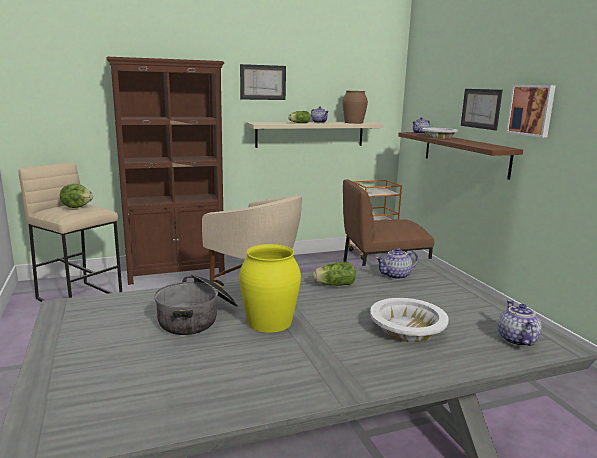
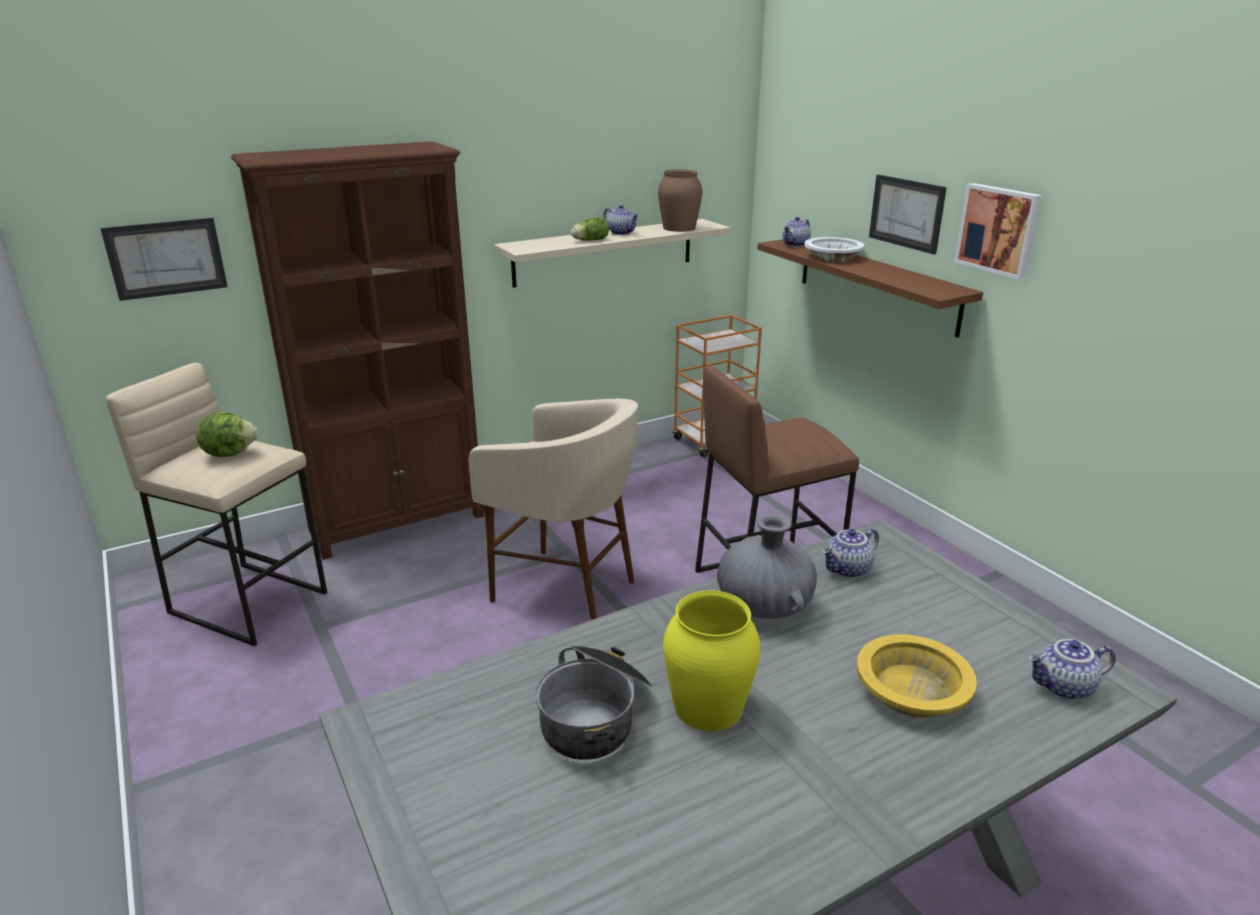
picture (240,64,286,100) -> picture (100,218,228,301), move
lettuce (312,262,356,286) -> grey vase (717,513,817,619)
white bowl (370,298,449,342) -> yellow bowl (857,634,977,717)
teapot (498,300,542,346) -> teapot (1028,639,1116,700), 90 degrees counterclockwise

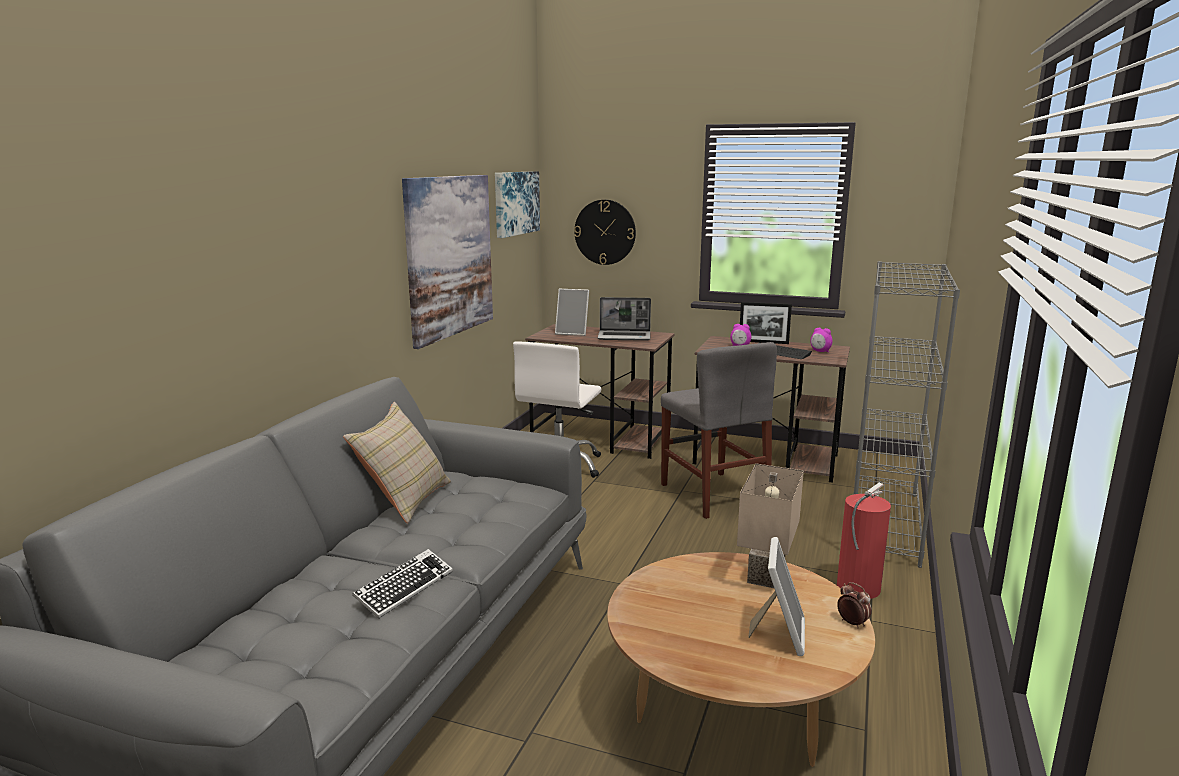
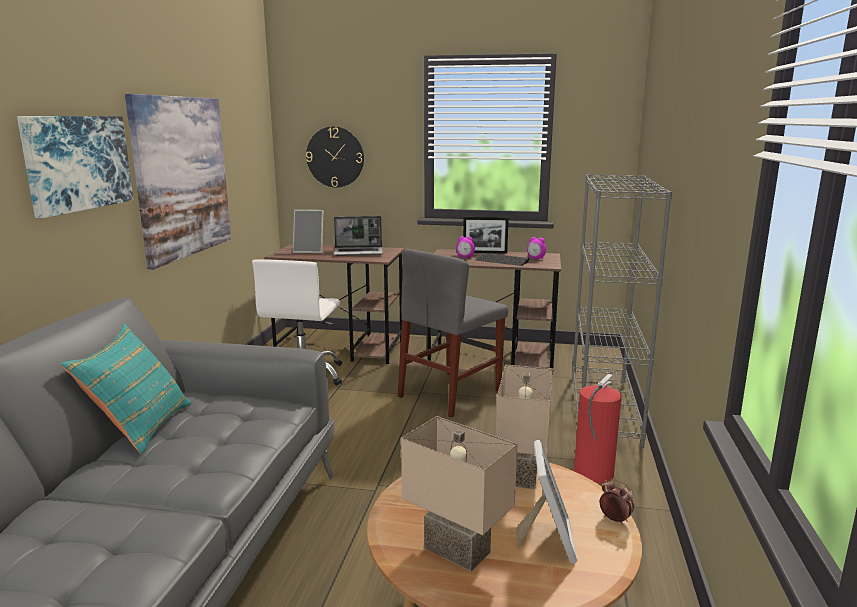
keyboard (352,549,453,618) -> none
none -> beige table lamp (401,416,518,571)
picture (495,171,540,238) -> picture (17,116,134,218), move
beige pillow (343,402,451,524) -> turquoise pillow (60,323,191,454)
grey chair (661,342,777,519) -> grey chair (398,249,508,418), 75 degrees clockwise

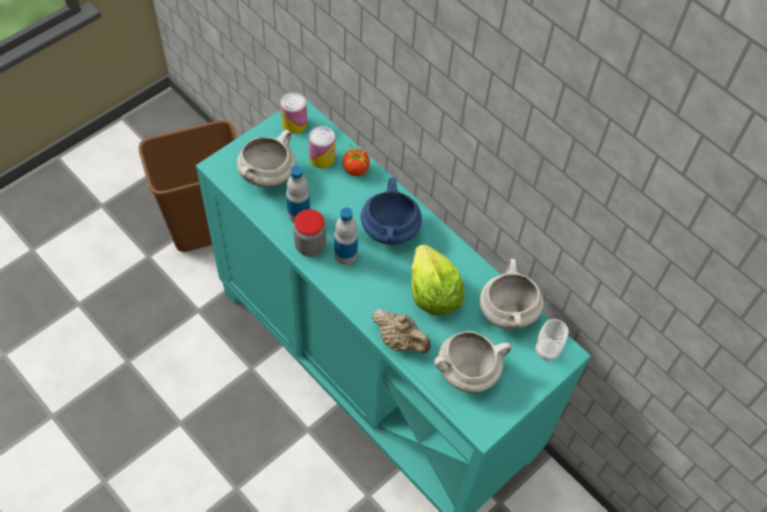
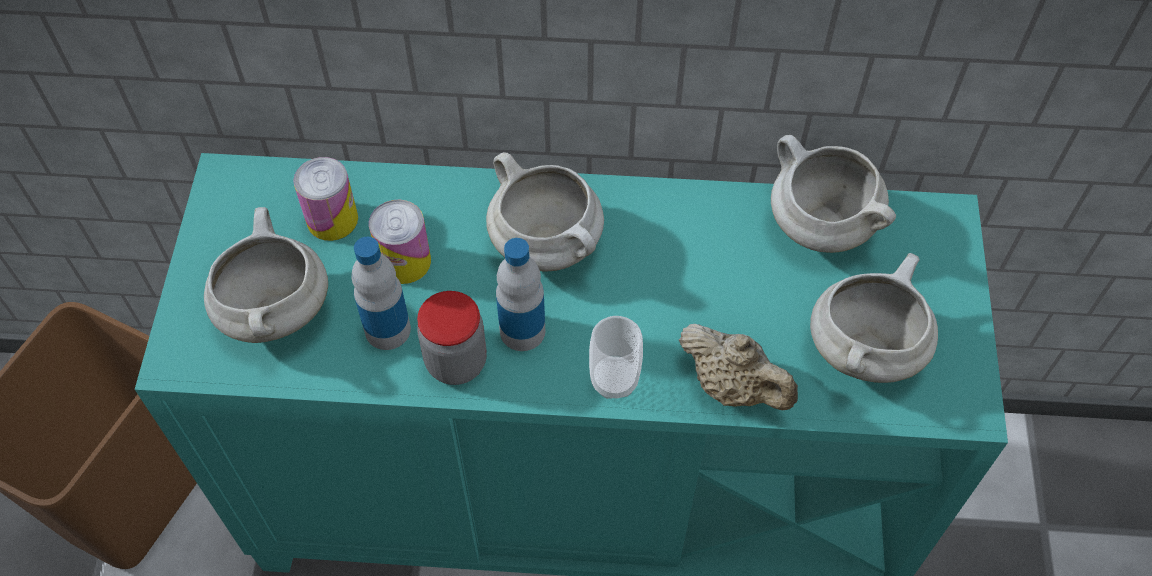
tomato (342,143,370,176) -> none
lettuce (411,244,465,315) -> none
can (280,92,307,134) -> can (369,200,431,284), move
cup (535,319,569,361) -> cup (589,316,643,399), move
blue cooking pot (361,177,422,245) -> white cooking pot (486,152,604,271)
beige teapot (372,309,431,353) -> beige teapot (679,324,798,410), 45 degrees clockwise

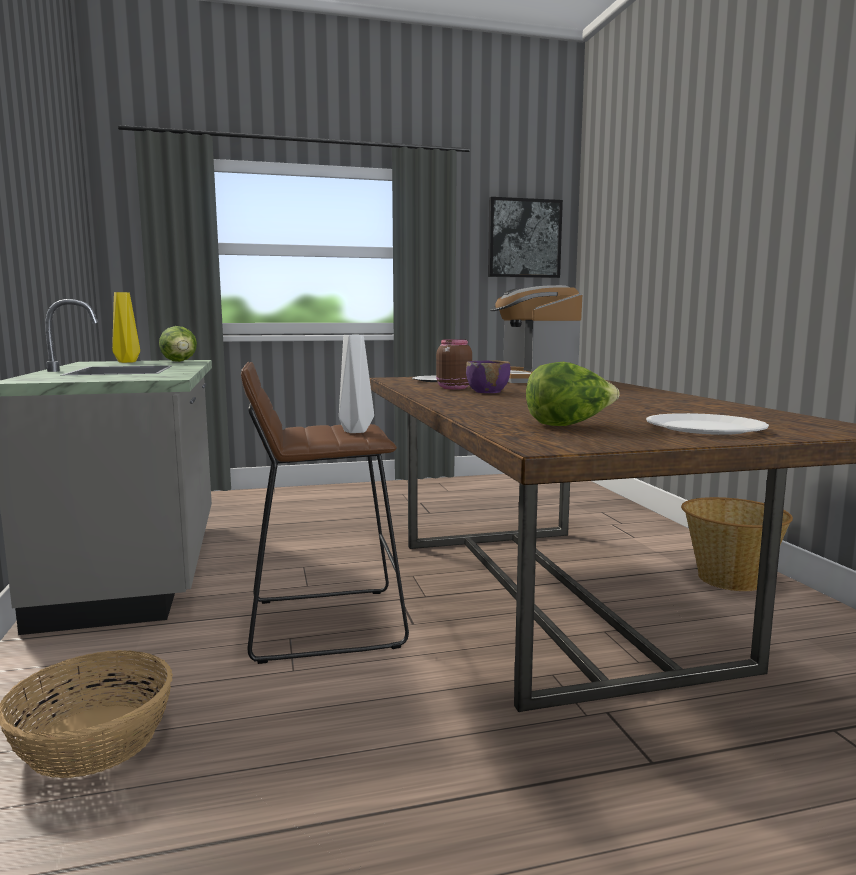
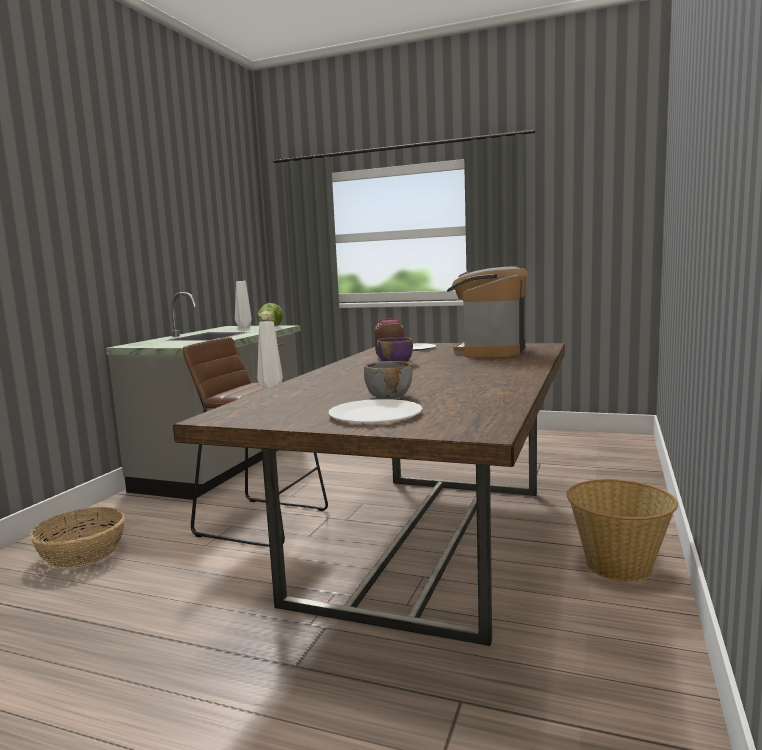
picture (488,197,563,278) -> none
lettuce (526,362,619,426) -> none
none -> grey bowl (364,361,412,399)
yellow vase (112,292,140,363) -> white vase (235,281,252,328)

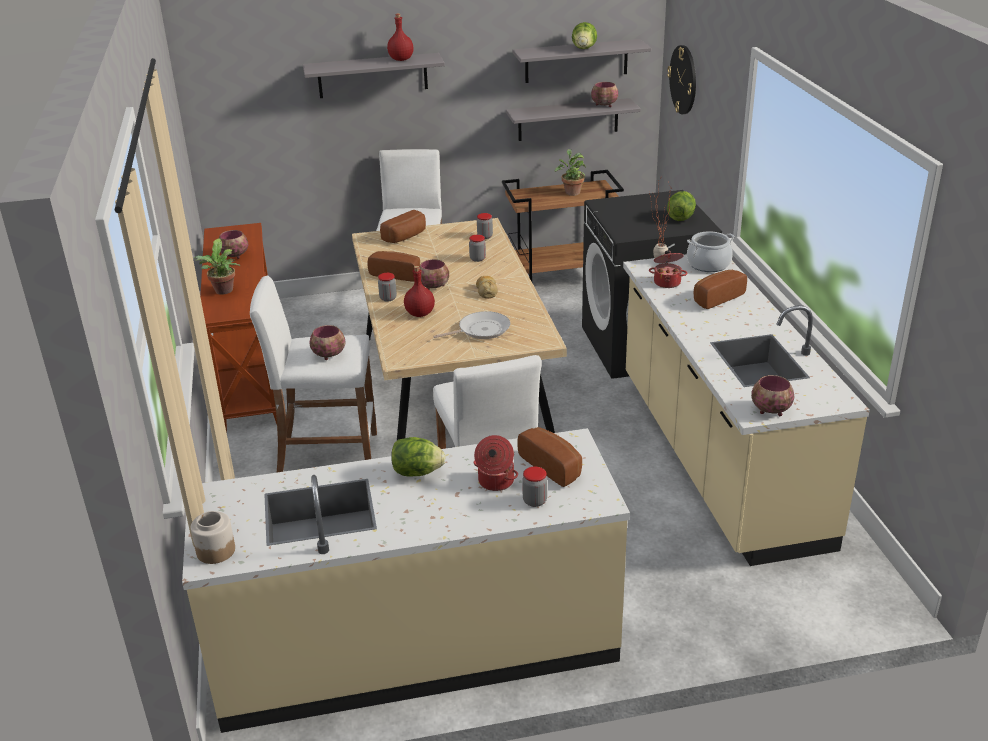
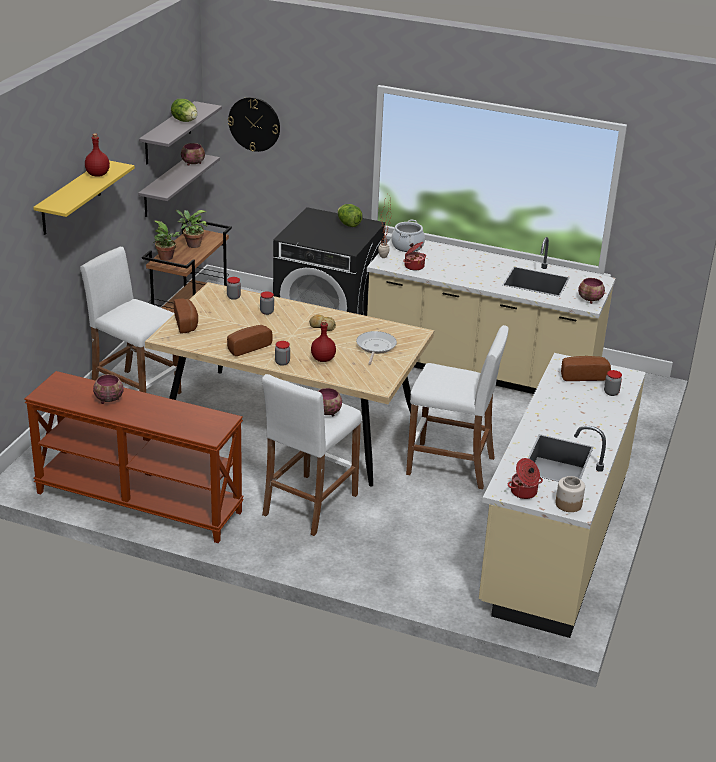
lettuce (391,437,445,477) -> none
bowl (419,259,449,290) -> none
bread (694,270,747,309) -> none
potted plant (194,238,241,295) -> potted plant (154,220,181,261), move
cooking pot (474,435,518,491) -> cooking pot (508,458,543,499), move
grey shelf (303,53,445,98) -> yellow shelf (33,161,135,235)

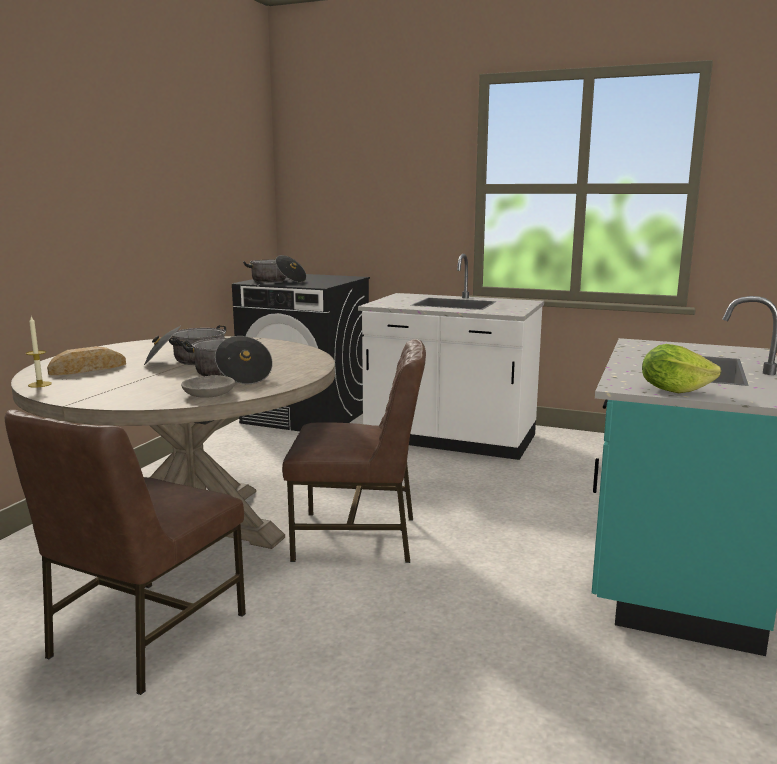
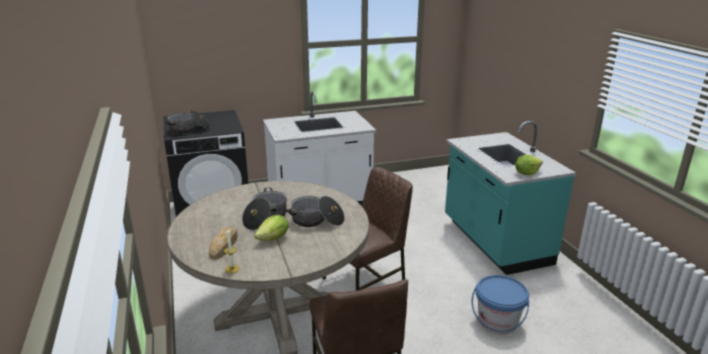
grey bowl (181,375,235,398) -> none
none -> lettuce (254,215,289,241)
none -> blue bucket (472,275,530,334)

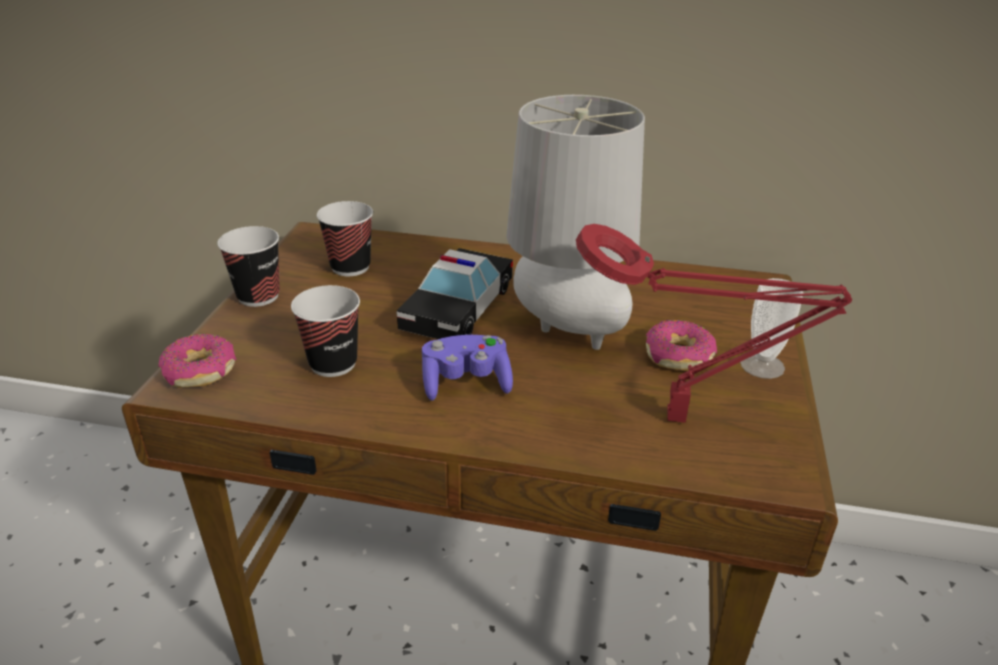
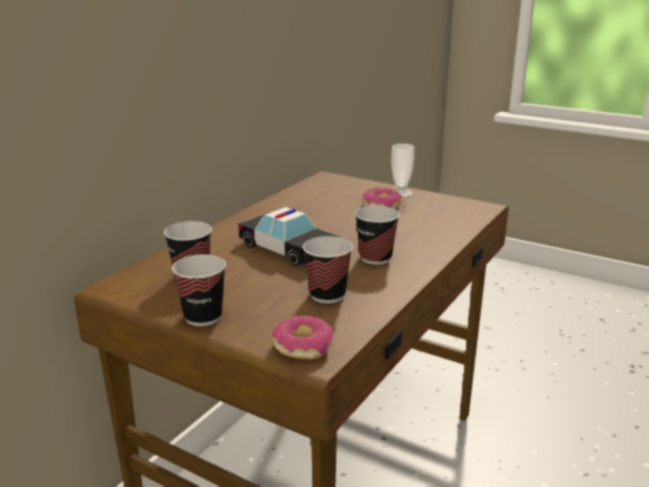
grey table lamp (507,95,645,350) -> none
red table lamp (576,224,852,423) -> none
purple game controller (422,335,513,401) -> cup (355,206,400,265)

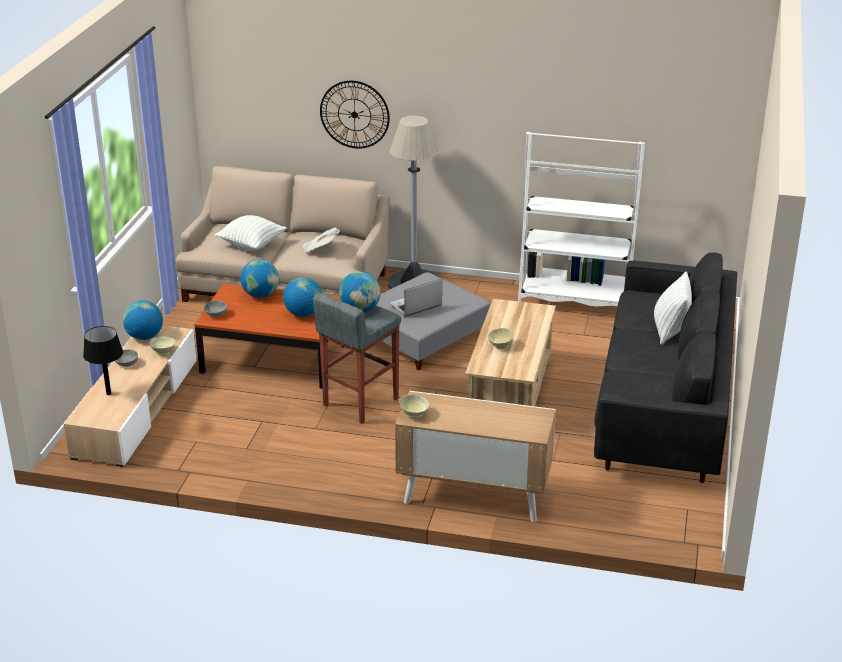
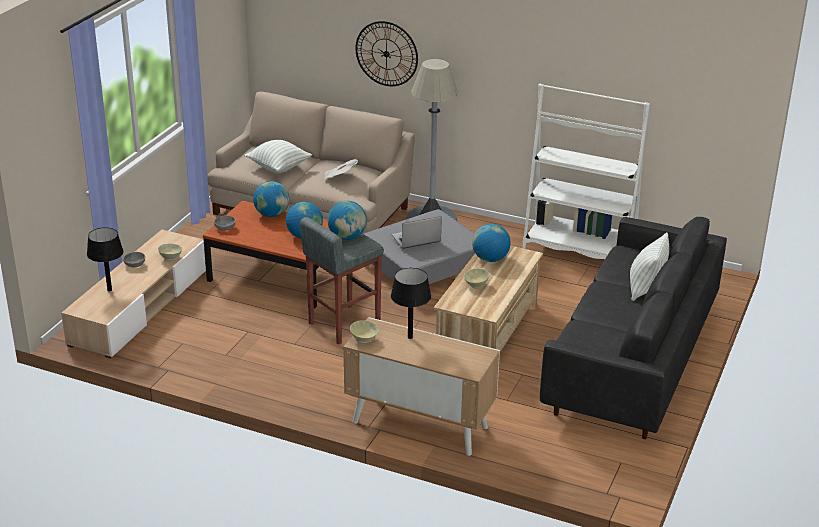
none -> black table lamp (391,268,431,339)
globe (123,300,163,340) -> globe (472,224,511,262), move

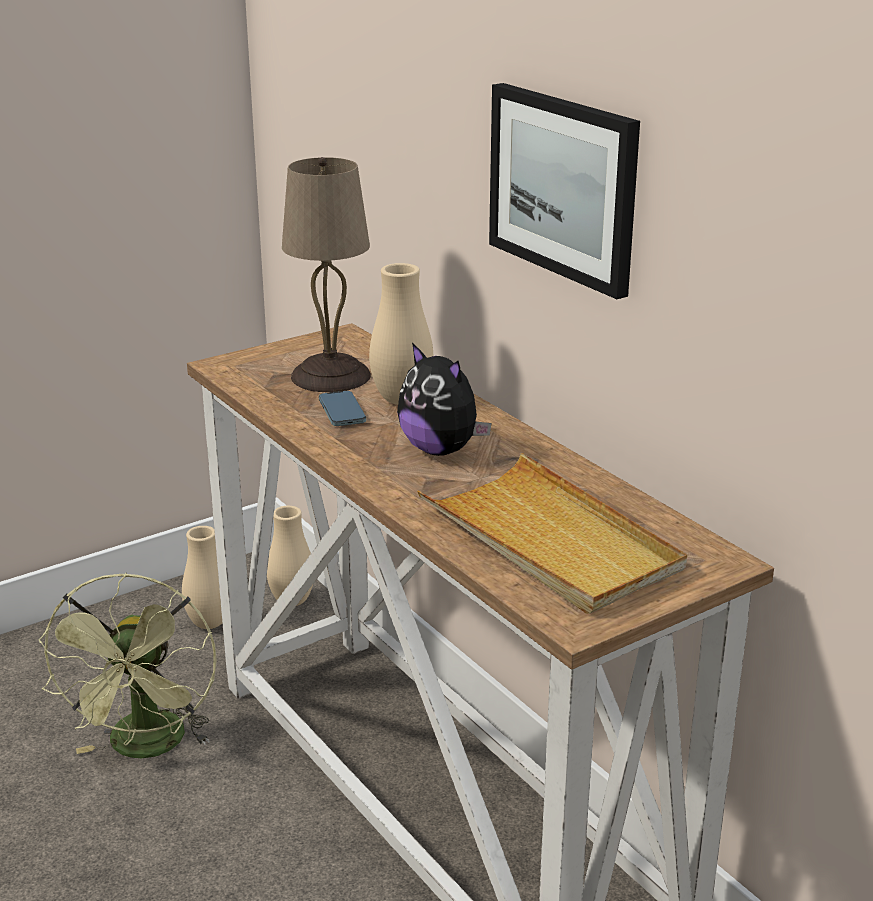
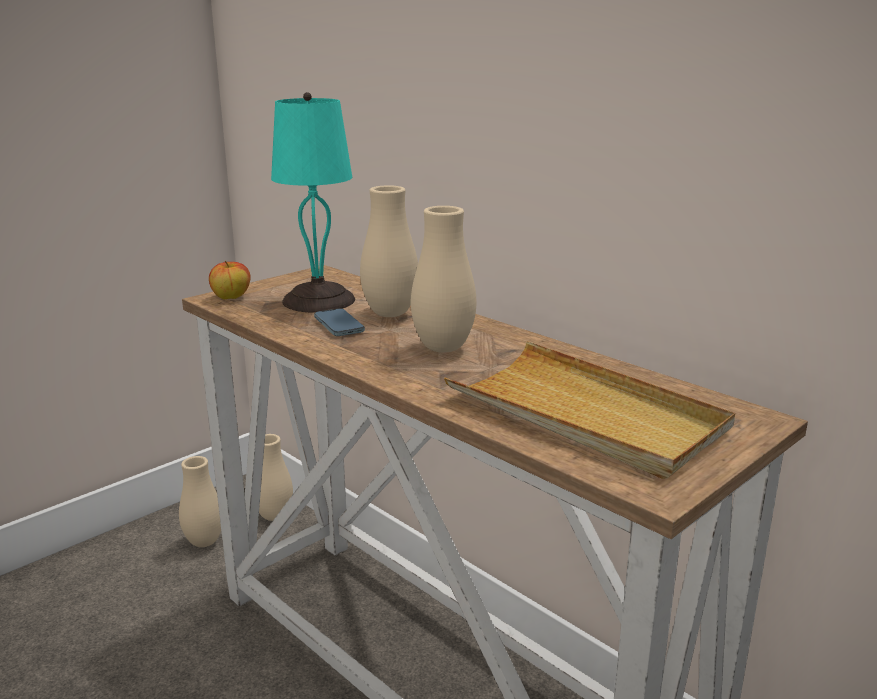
green fan (39,573,217,758) -> none
picture (489,83,640,299) -> none
none -> apple (209,261,251,299)
plush toy (397,343,492,456) -> beige vase (411,206,477,353)
beige table lamp (282,157,371,392) -> turquoise table lamp (271,92,355,312)

